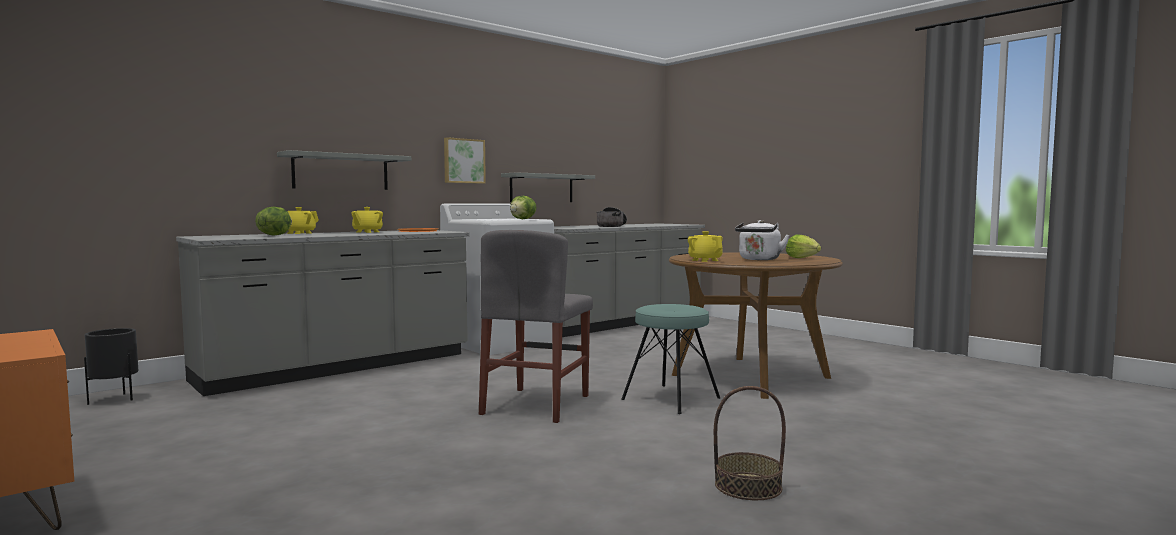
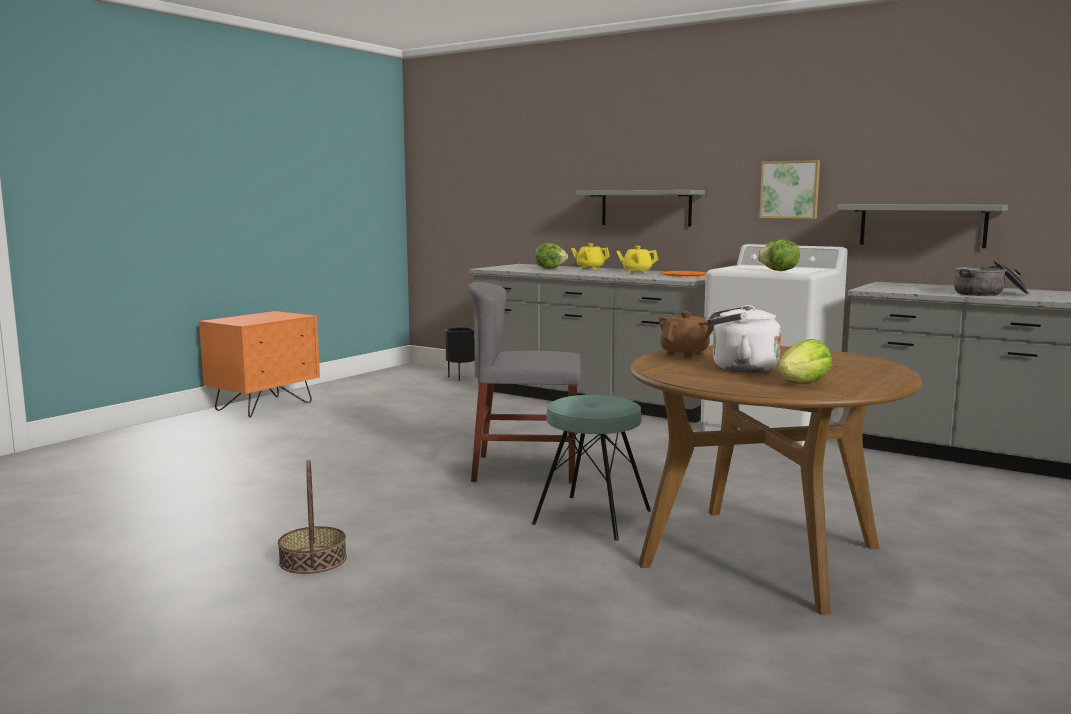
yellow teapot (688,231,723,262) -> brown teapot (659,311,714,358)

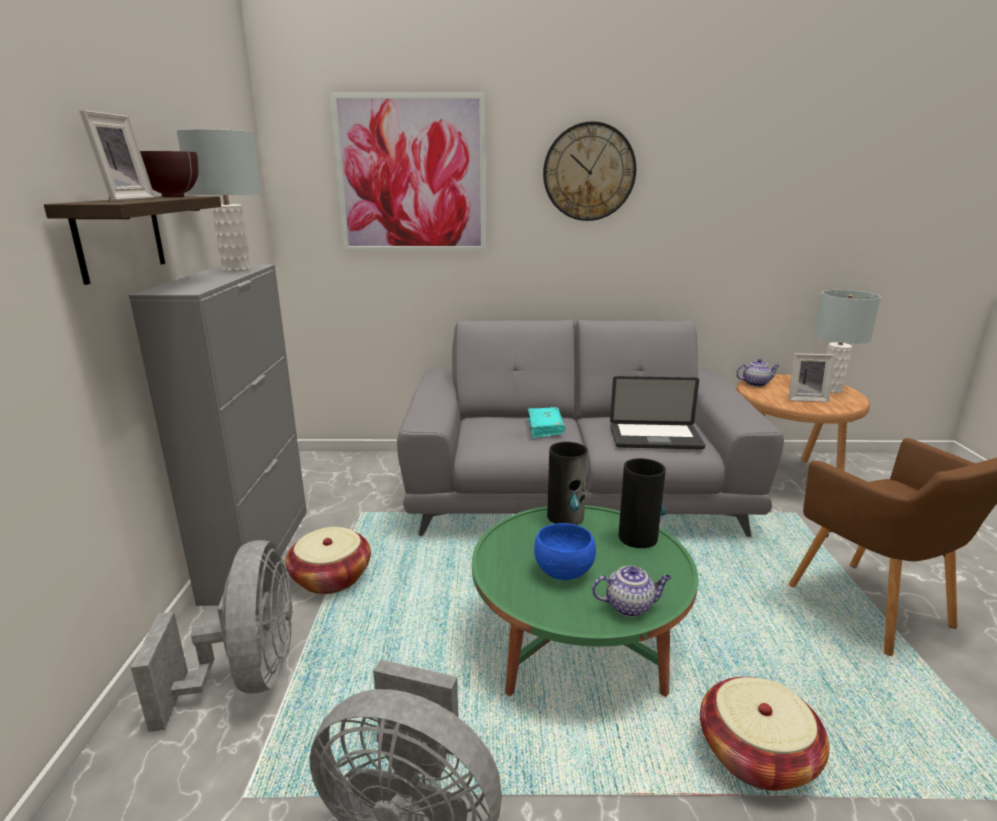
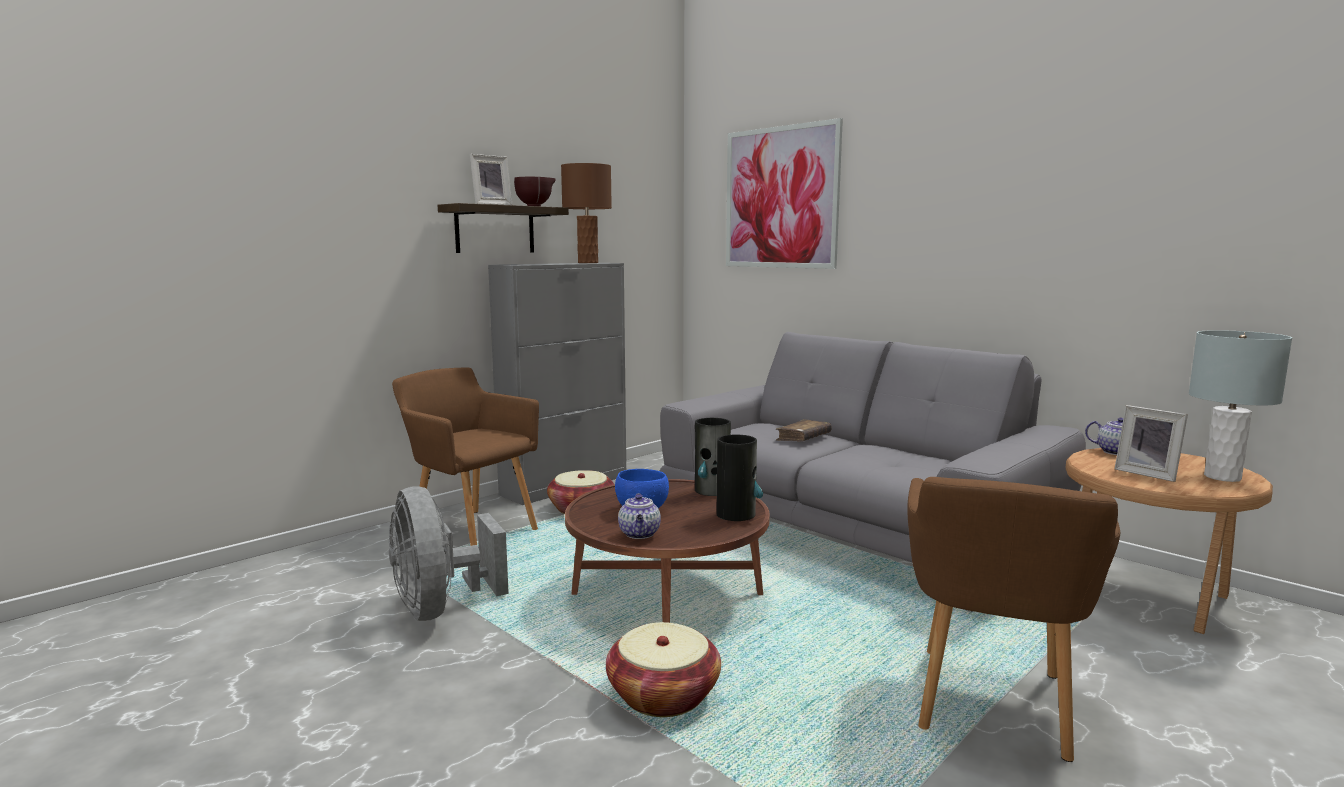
wall clock (543,121,636,221) -> none
laptop (610,376,705,449) -> none
grey fan (131,540,293,732) -> brown armchair (392,367,539,546)
grey table lamp (177,129,261,272) -> brown table lamp (561,163,612,263)
green coffee table (472,505,698,697) -> brown coffee table (565,479,770,623)
turquoise book (528,407,565,438) -> brown book (776,419,832,441)
teapot (592,566,671,617) -> teapot (618,493,661,539), 45 degrees clockwise

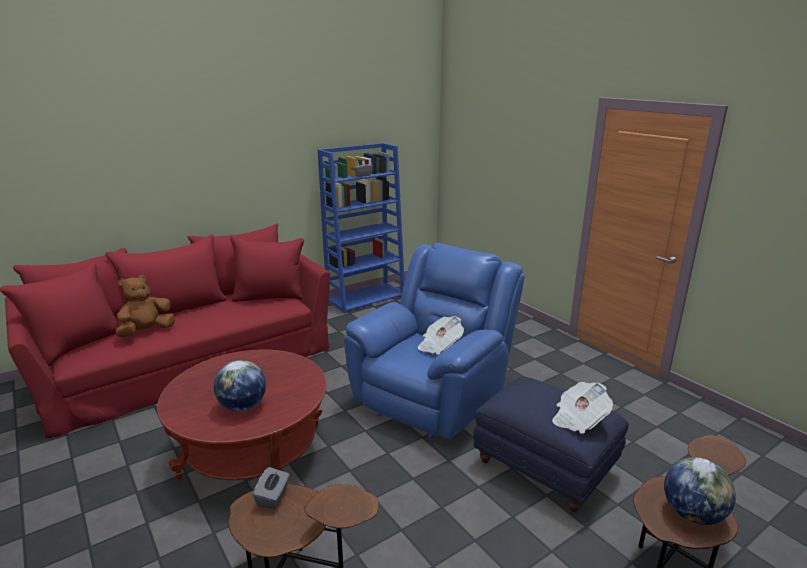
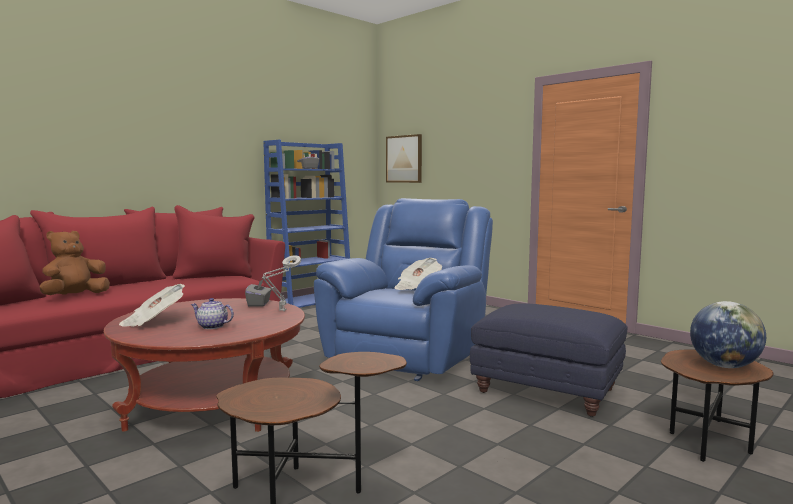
none -> grey table lamp (262,255,301,311)
none -> picture (386,134,422,183)
grey tissue box (253,467,290,509) -> grey tissue box (245,280,272,307), move
newspaper (552,382,613,434) -> newspaper (119,284,185,327), move
globe (214,360,266,412) -> teapot (191,298,234,329)

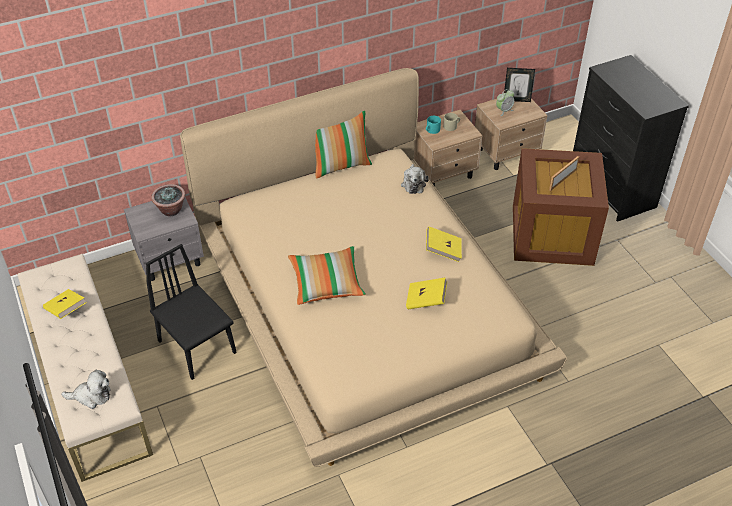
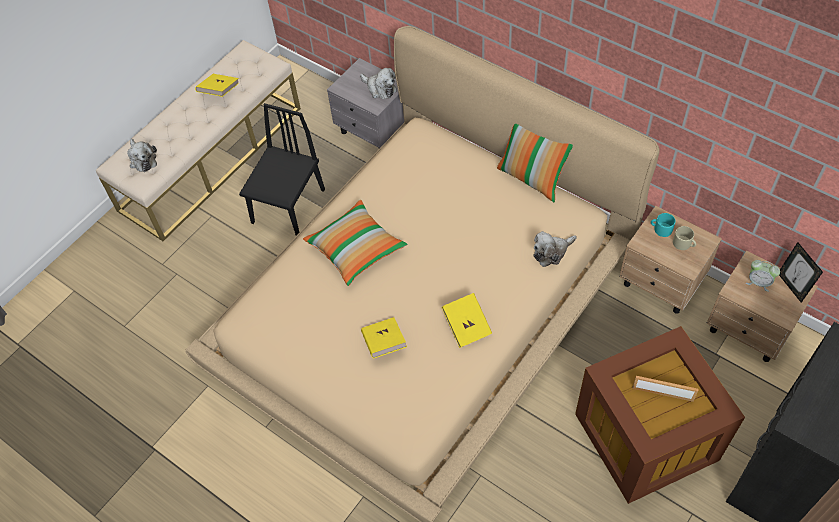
potted plant (151,184,185,216) -> plush toy (360,68,397,99)

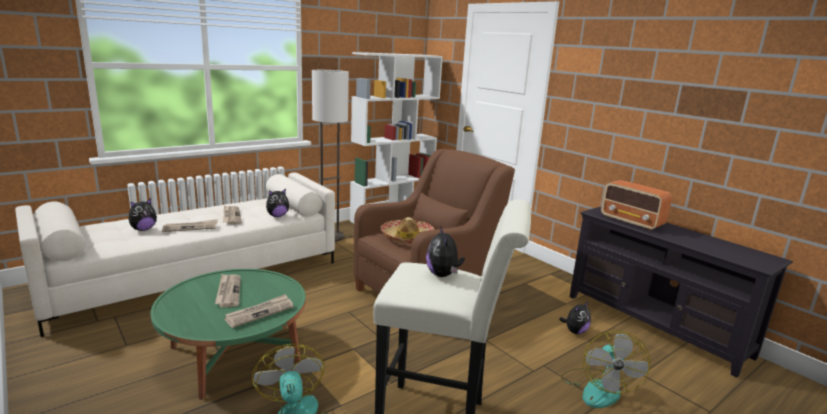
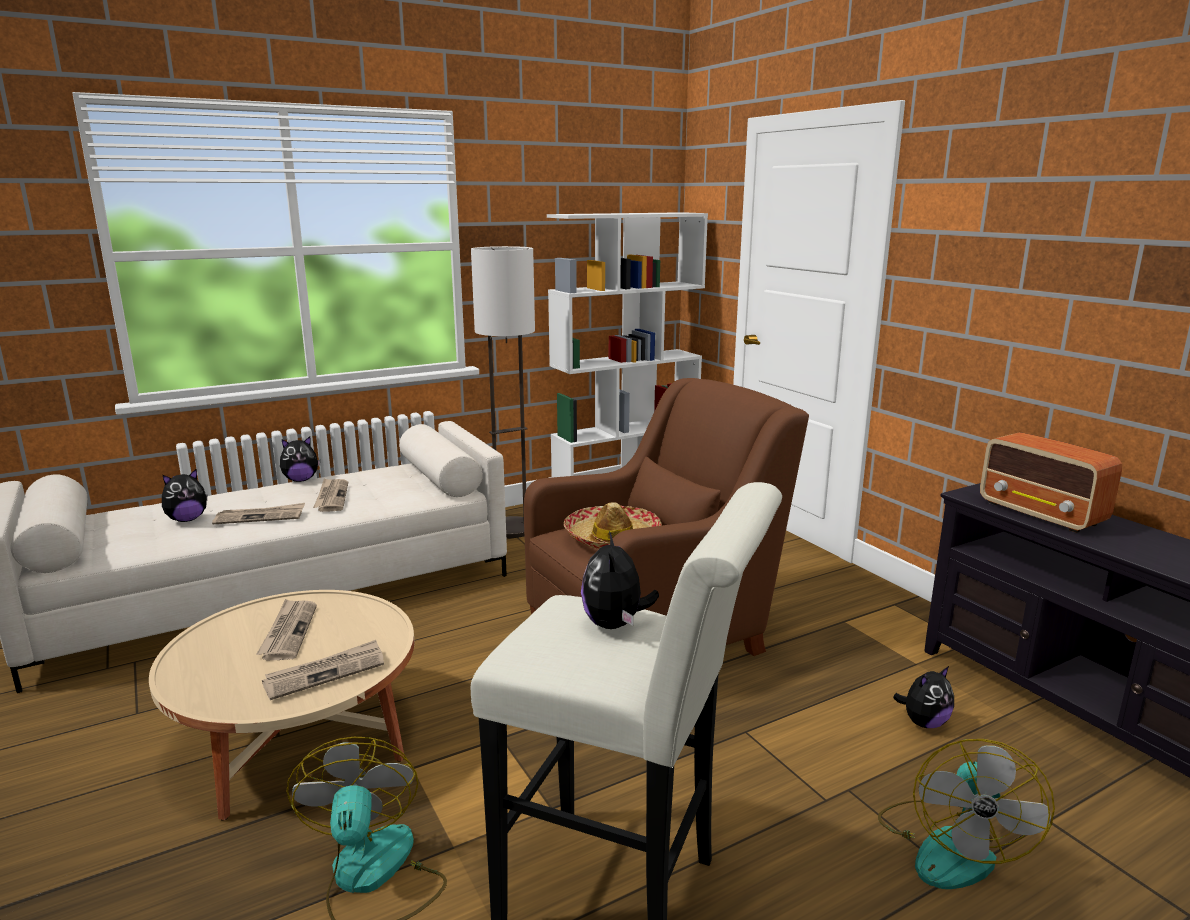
plush toy (266,189,289,217) -> plush toy (280,437,320,482), move
green coffee table (151,269,306,400) -> beige coffee table (149,590,414,821)

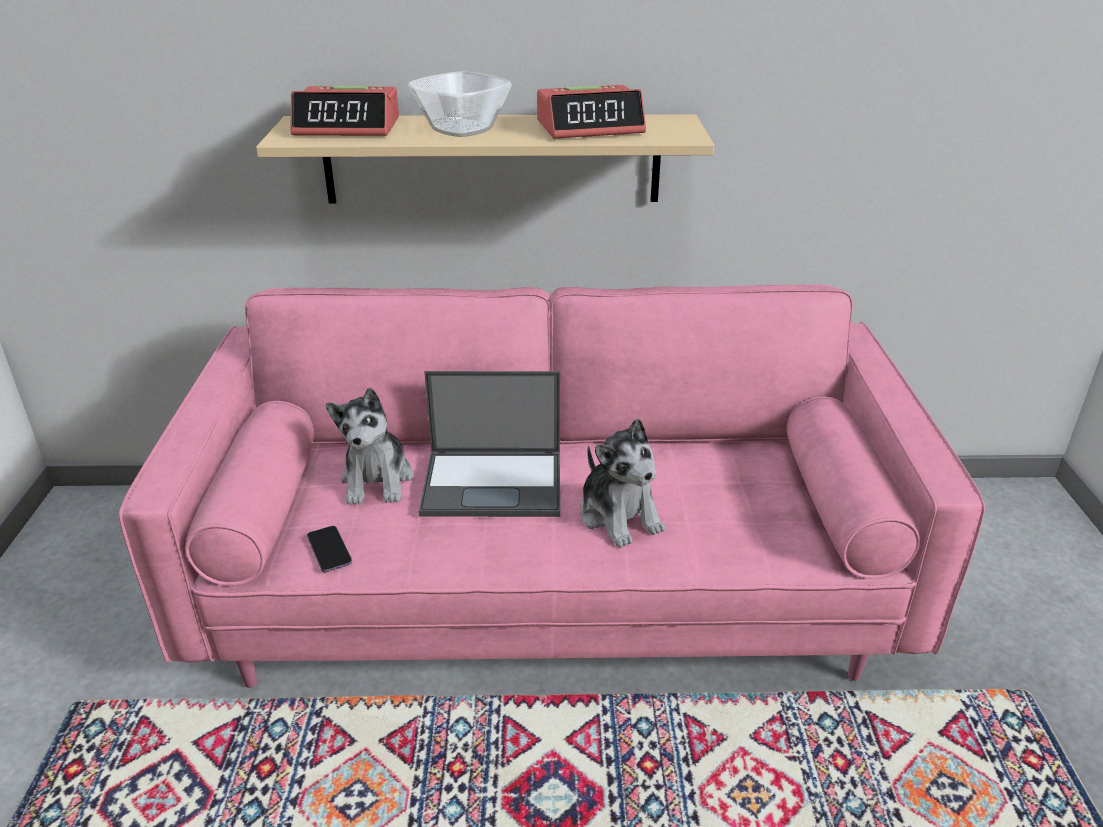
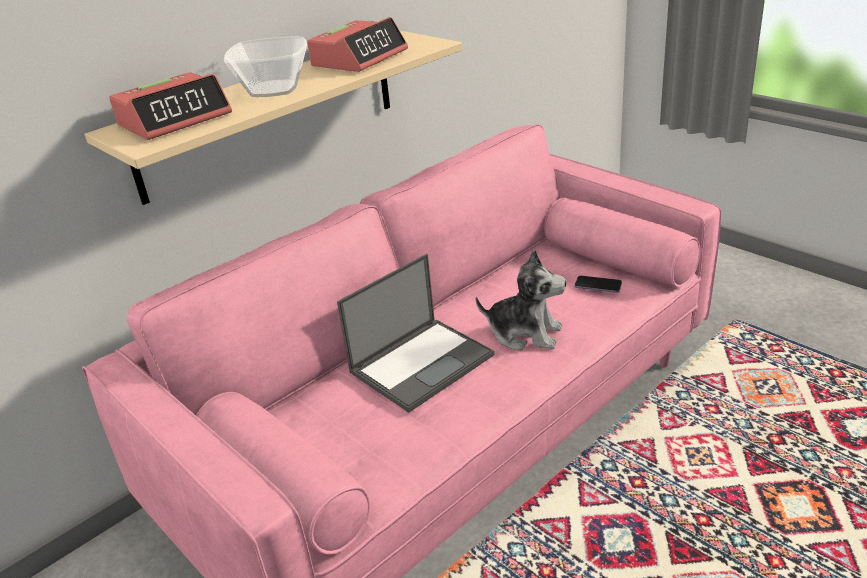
plush toy (326,388,413,504) -> none
phone (307,526,352,572) -> phone (575,276,622,293), move

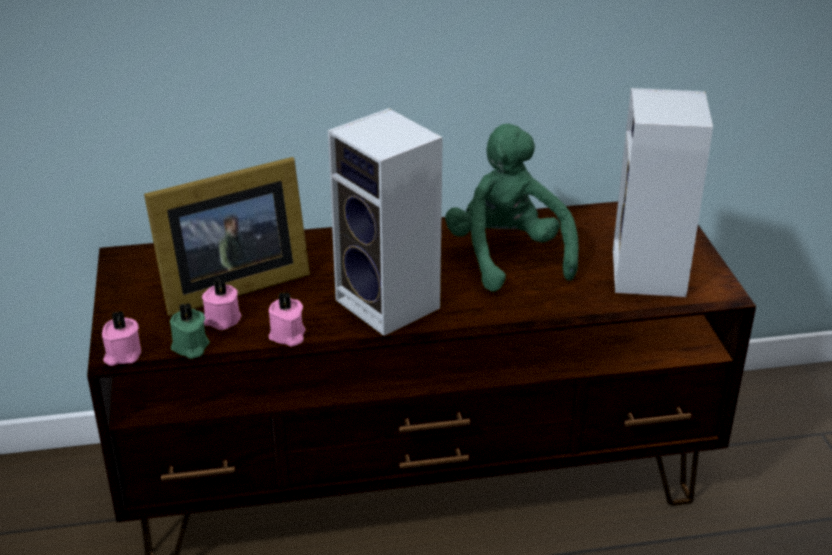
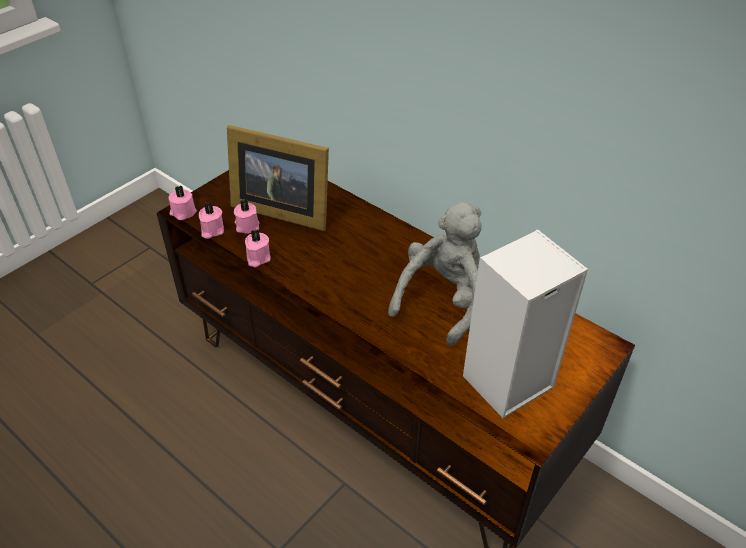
speaker (328,108,443,336) -> none
green candle (170,303,210,359) -> pink candle (199,202,224,239)
green plush toy (445,124,579,292) -> grey plush toy (388,202,482,346)

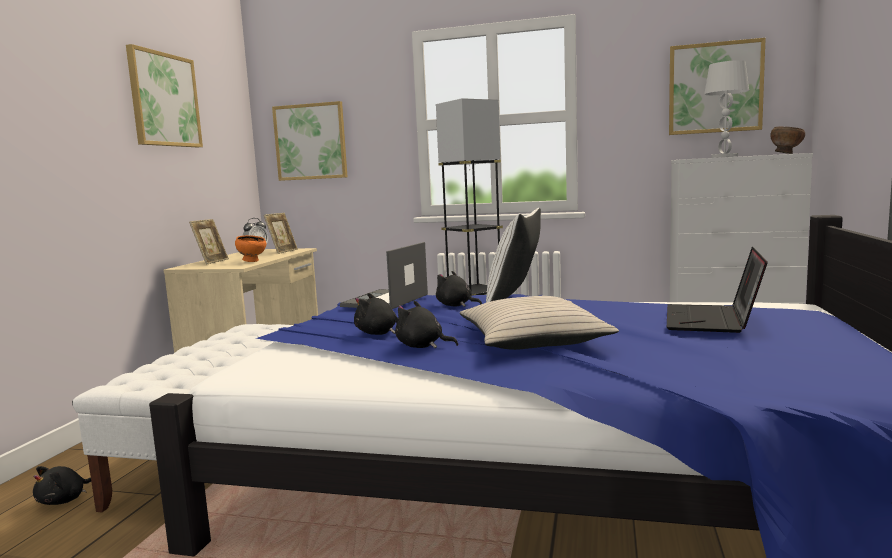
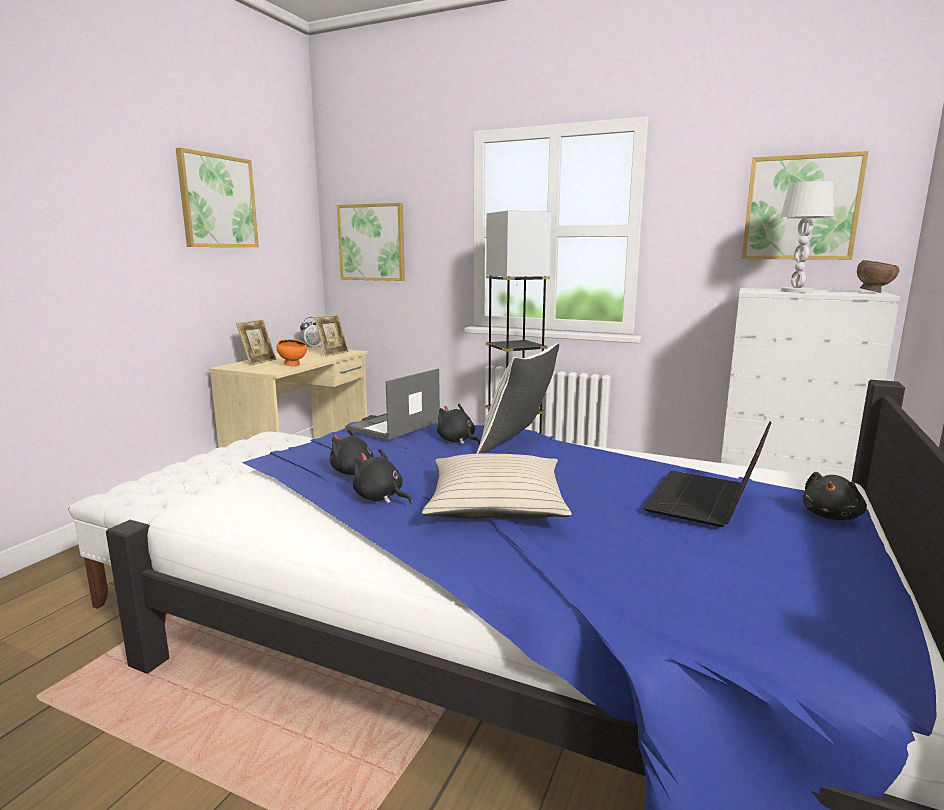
black plush toy (33,466,91,505) -> black plush toy (803,472,867,520), move

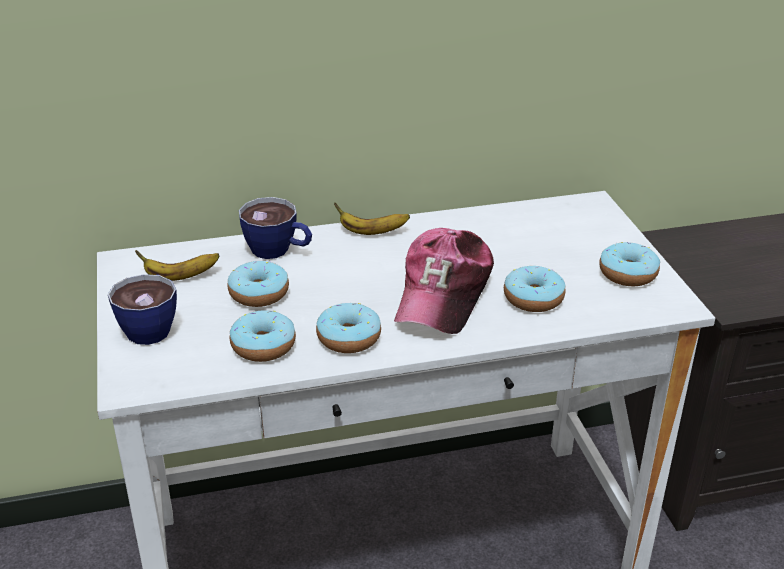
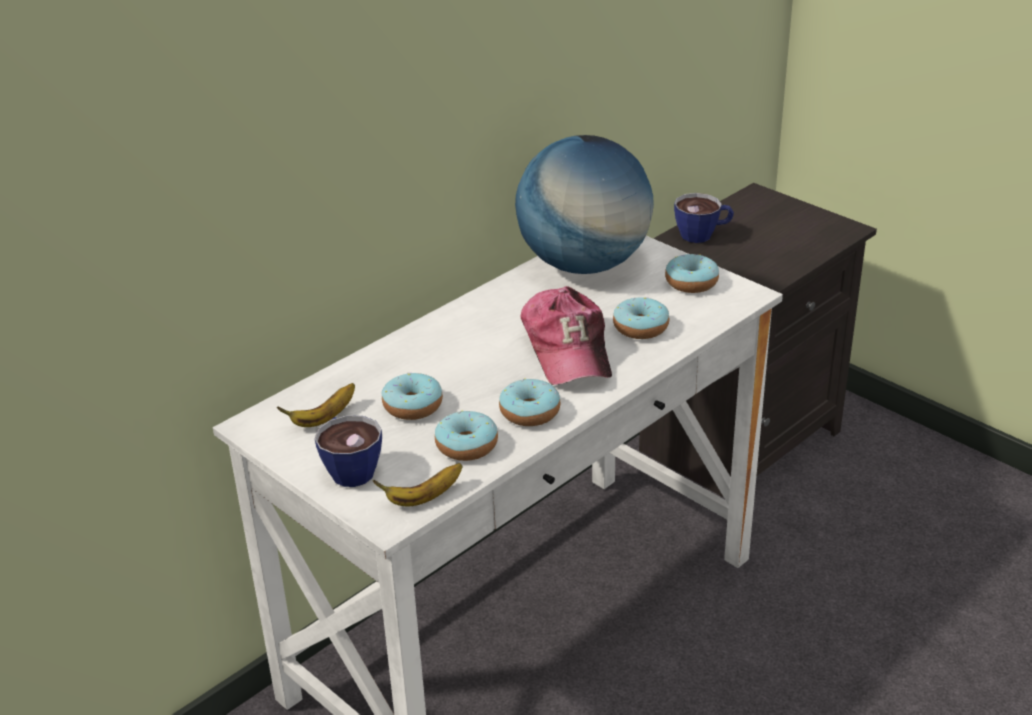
none -> globe (515,135,654,274)
cup (239,197,312,259) -> cup (674,193,734,243), move
banana (334,203,410,235) -> banana (373,463,463,506), move

